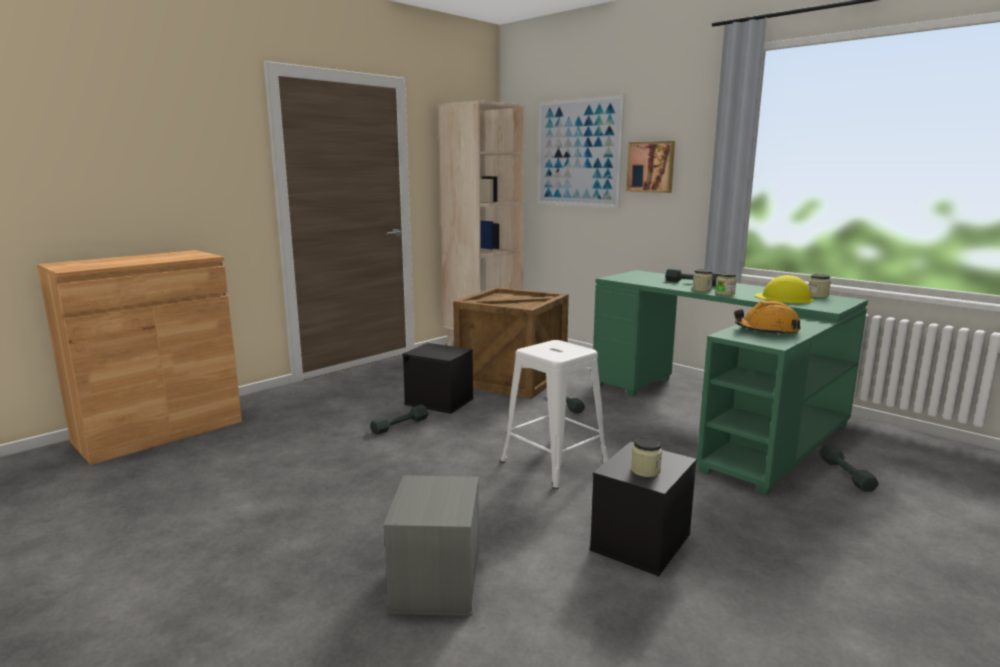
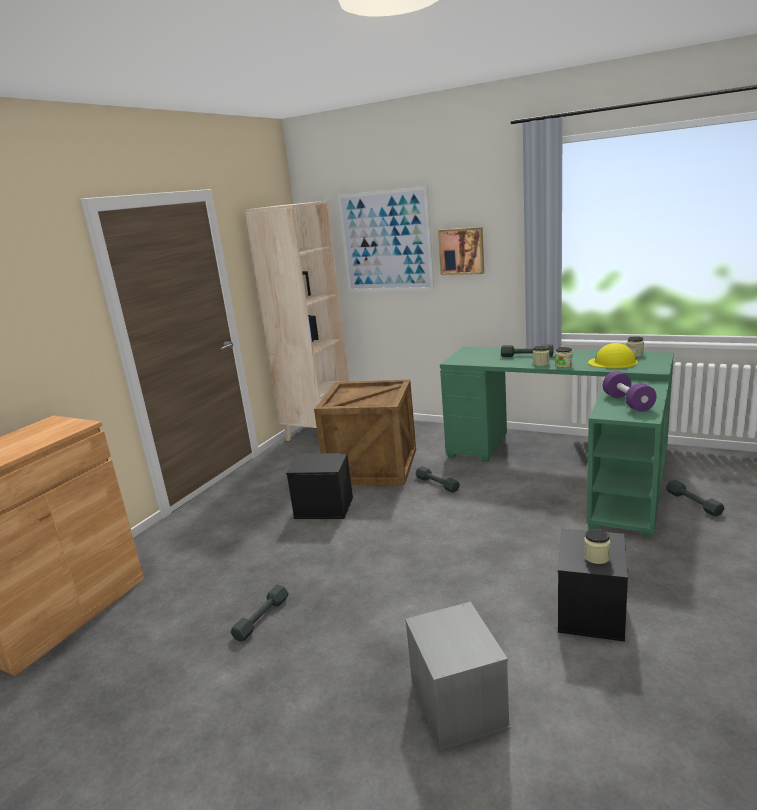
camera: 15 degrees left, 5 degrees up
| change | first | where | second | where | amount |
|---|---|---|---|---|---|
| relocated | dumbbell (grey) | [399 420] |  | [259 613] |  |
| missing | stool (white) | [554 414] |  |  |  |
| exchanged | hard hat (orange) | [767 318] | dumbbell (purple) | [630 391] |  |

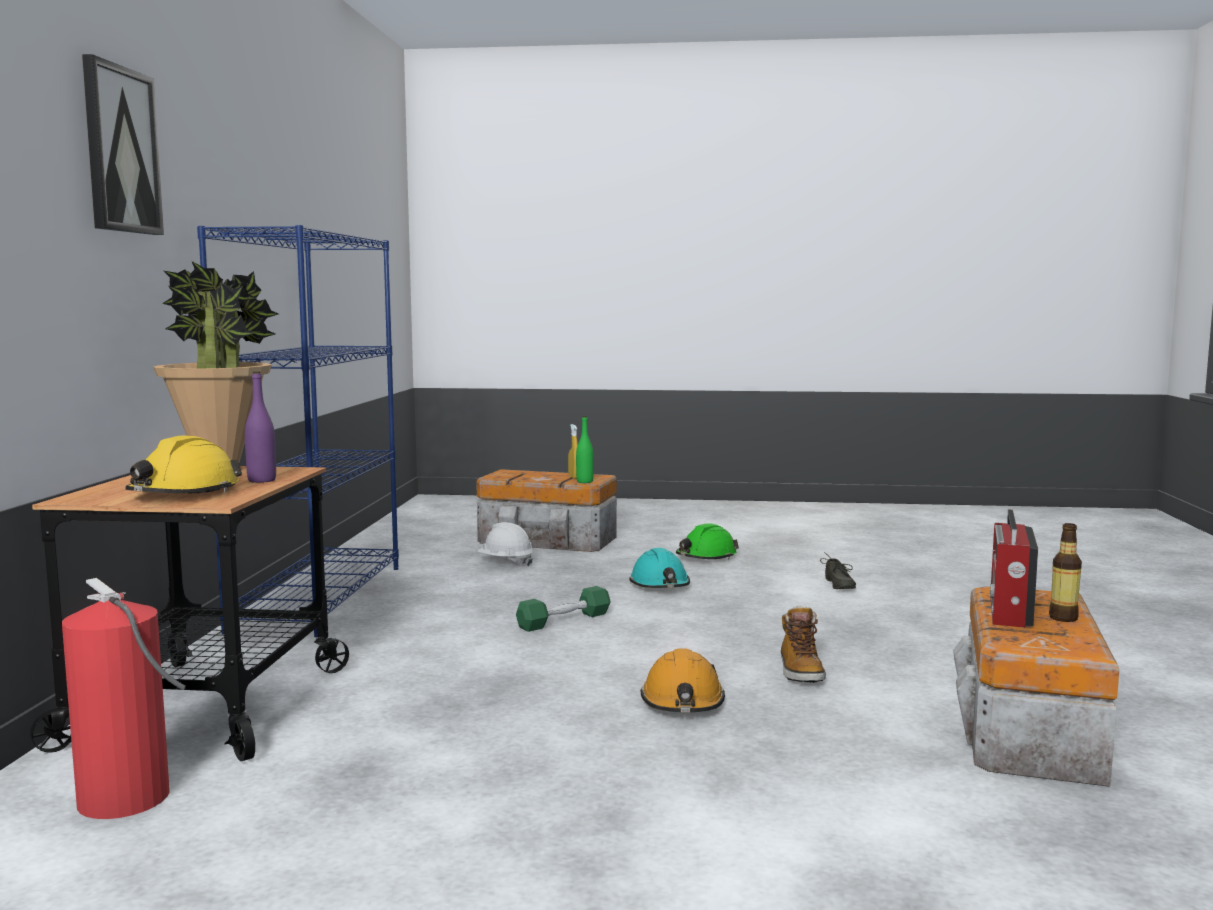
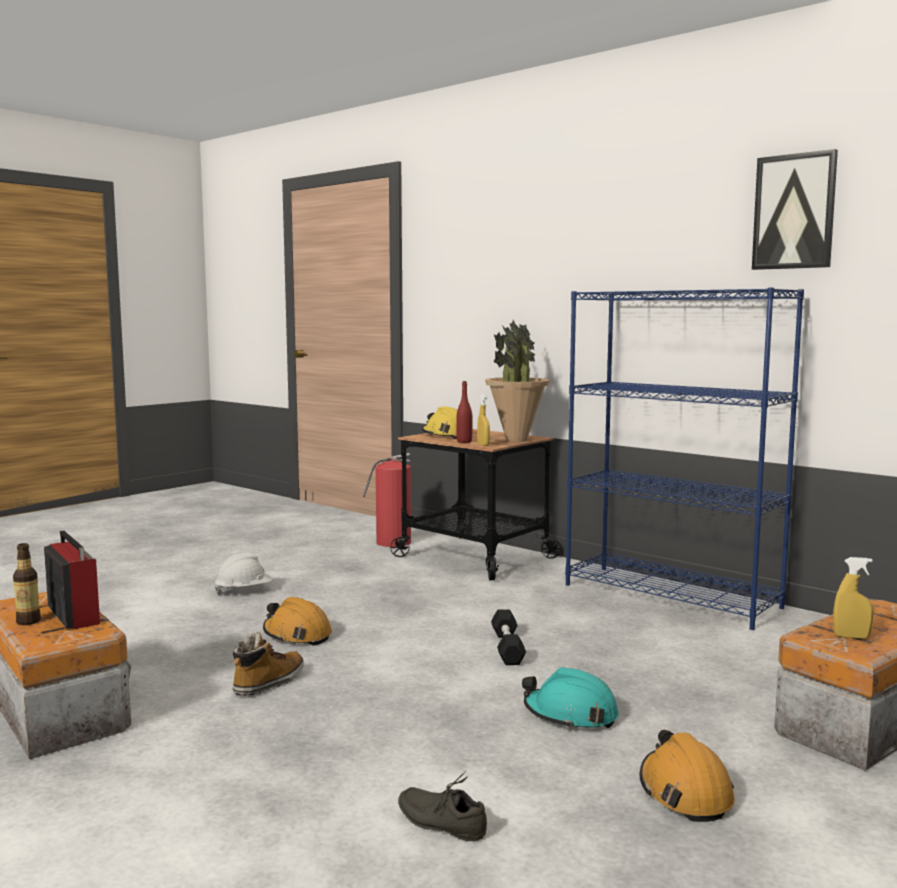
camera: 125 degrees right, 0 degrees up
| change | first | where | second | where | amount |
|---|---|---|---|---|---|
| relocated | picture | [123 144] |  | [795 209] |  |
| colour | bottle (purple) | [260 427] | bottle (red) | [464 412] |  |
| relocated | hard hat (white) | [505 544] |  | [243 574] |  |
| colour | dumbbell (green) | [563 609] | dumbbell (black) | [508 637] |  |
| missing | bottle (green) | [585 449] |  |  |  |
| colour | hard hat (green) | [707 541] | hard hat (orange) | [687 776] |  |
| spun | boot | [803 644] |  | [268 664] | 90 degrees clockwise |
| appeared |  |  | spray bottle (yellow) | [483 420] |  |

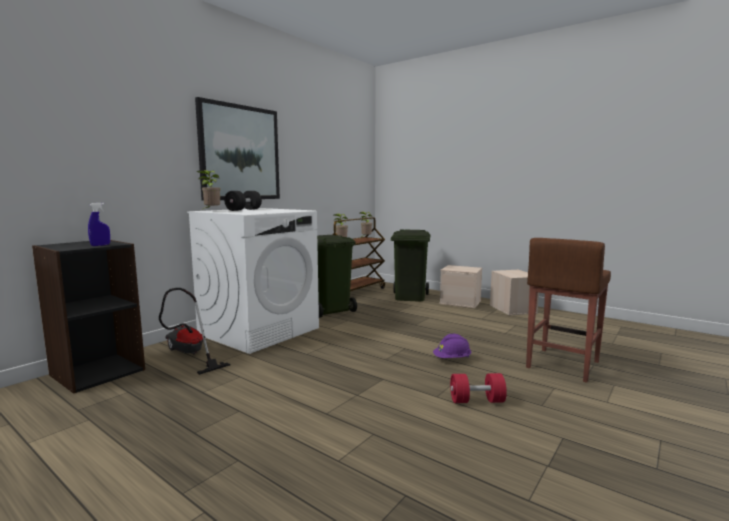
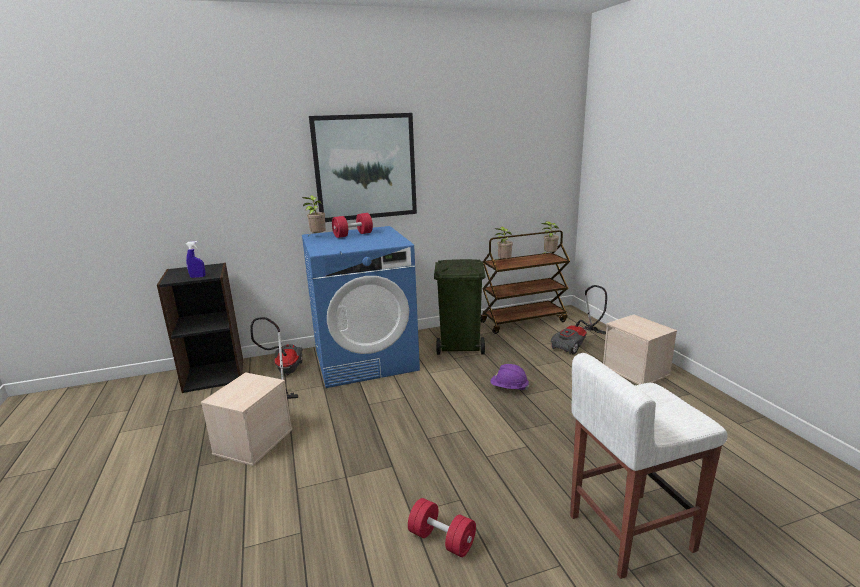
camera: 35 degrees right, 10 degrees up
| change | first | where | second | where | amount |
|---|---|---|---|---|---|
| colour | washing machine (white) | [253 281] | washing machine (blue) | [361 307] |  |
| colour | dumbbell (black) | [243 201] | dumbbell (red) | [352 225] |  |
| exchanged | trash can (green) | [410 265] | vacuum cleaner | [579 320] |  |
| relocated | hard hat (purple) | [452 346] |  | [509 377] |  |
| relocated | storage box (beige) | [514 293] |  | [246 419] |  |
| colour | stool (brown) | [568 310] | stool (white) | [649 466] |  |

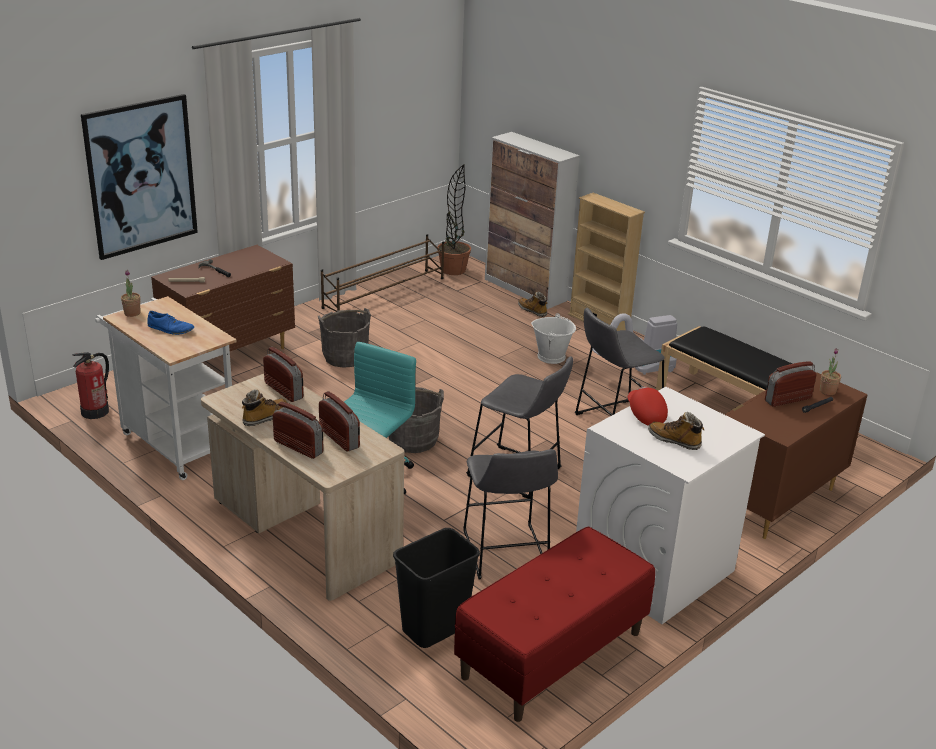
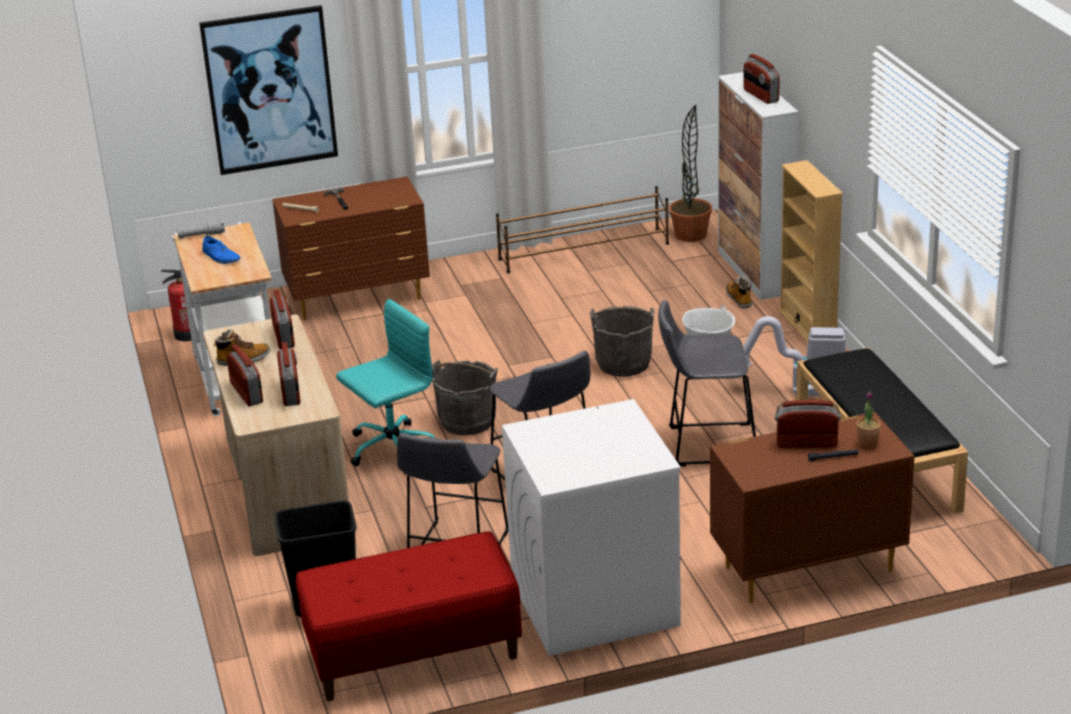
camera: 30 degrees right, 0 degrees up
| change | first | where | second | where | amount |
|---|---|---|---|---|---|
| exchanged | potted plant | [130 293] | flashlight (grey) | [201 229] |  |
| relocated | bucket (grey) | [344 338] |  | [622 341] |  |
| missing | cap (red) | [647 406] |  |  |  |
| missing | boot | [676 431] |  |  |  |
| appeared |  |  | radio | [761 79] |  |

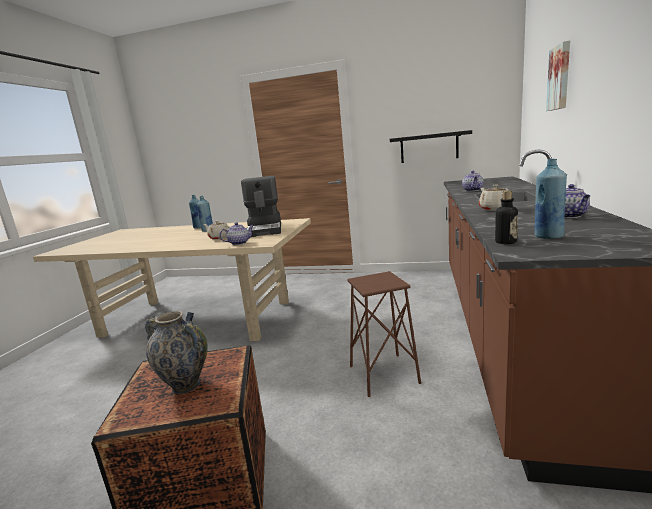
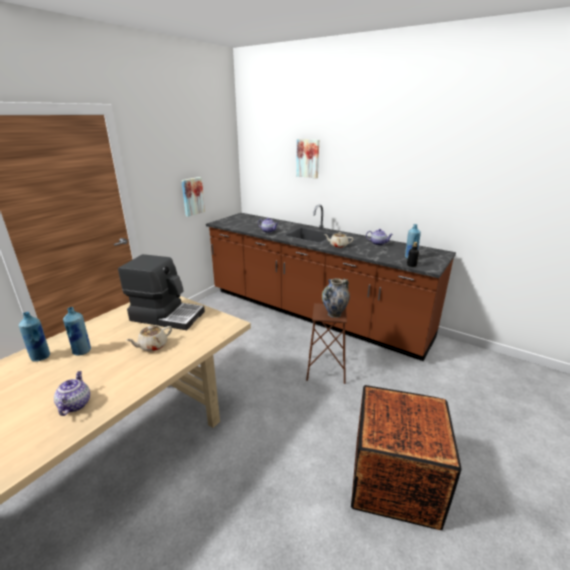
camera: 70 degrees left, 10 degrees up
| change | first | where | second | where | amount |
|---|---|---|---|---|---|
| relocated | vase | [176 352] |  | [336 298] |  |
| relocated | teapot | [236 233] |  | [72 393] |  |
| exchanged | shelf (black) | [431 146] | picture | [193 197] |  |

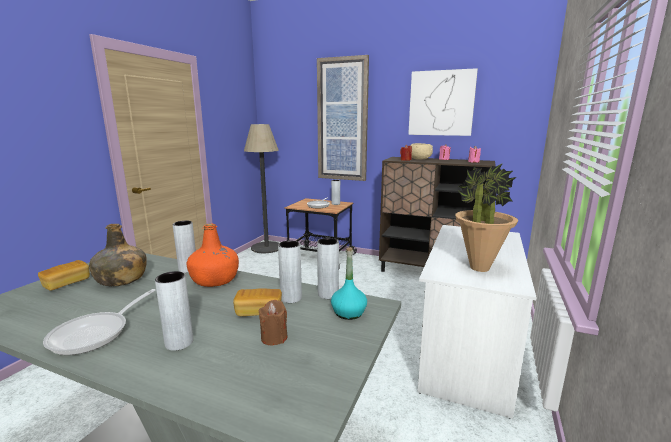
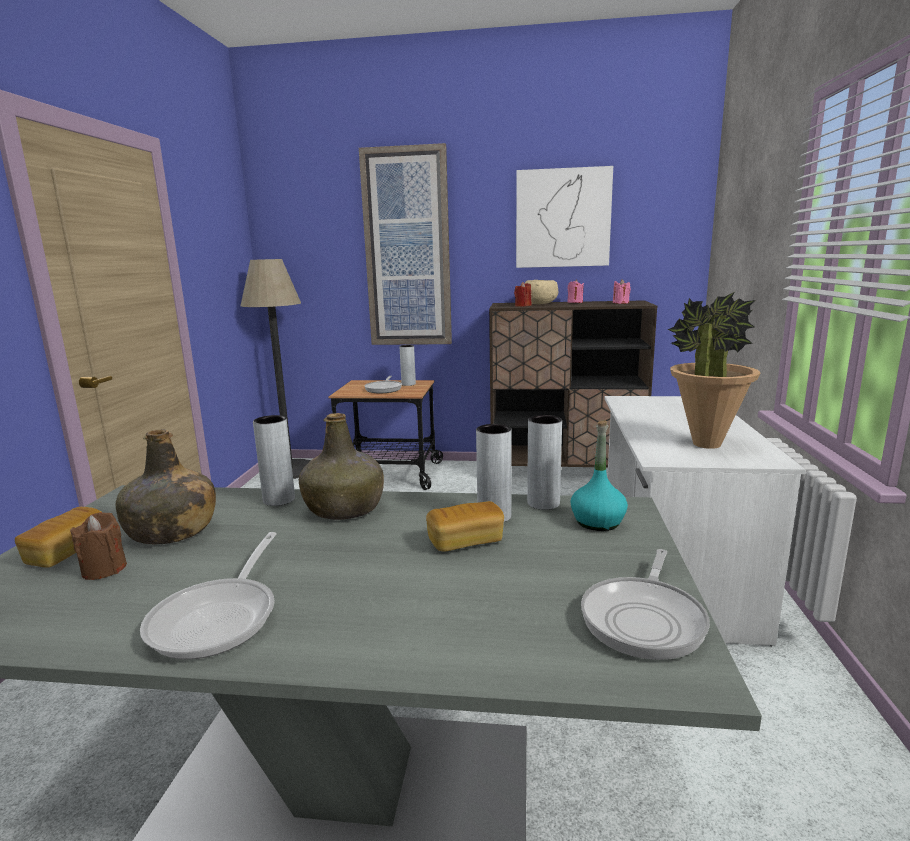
camera: 15 degrees left, 0 degrees up
| change | first | where | second | where | amount |
|---|---|---|---|---|---|
| missing | vase (grey) | [174 311] |  |  |  |
| colour | bottle (orange) | [213 255] | bottle (green) | [341 466] |  |
| relocated | candle (brown) | [273 322] |  | [98 546] |  |
| appeared |  |  | frying pan | [645 604] |  |

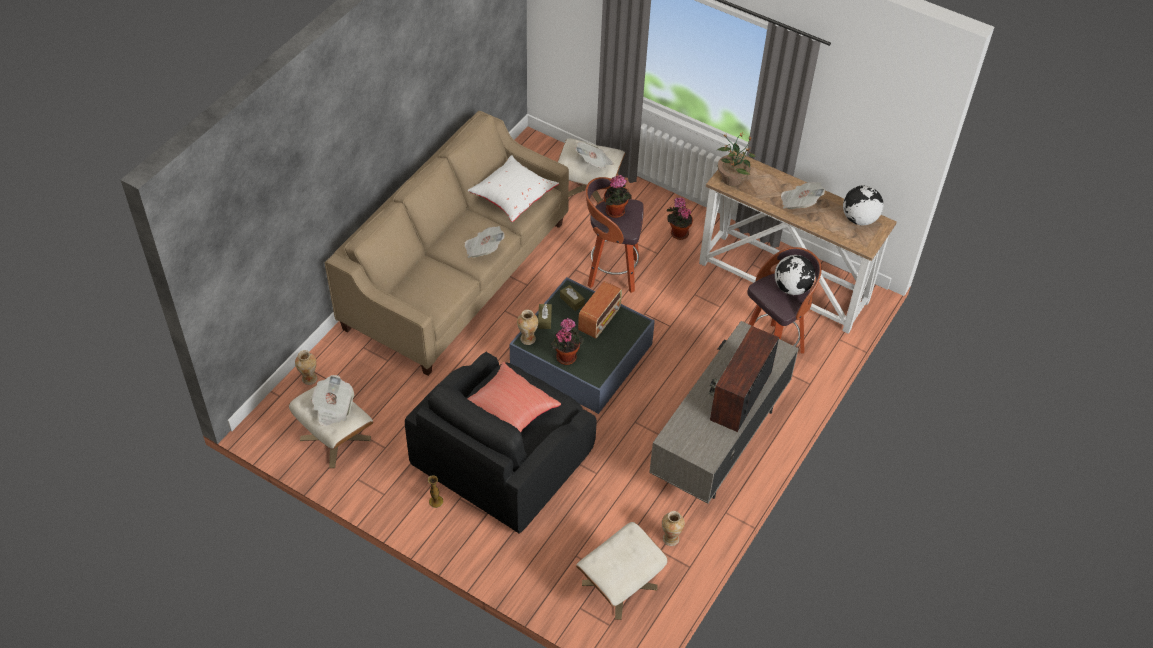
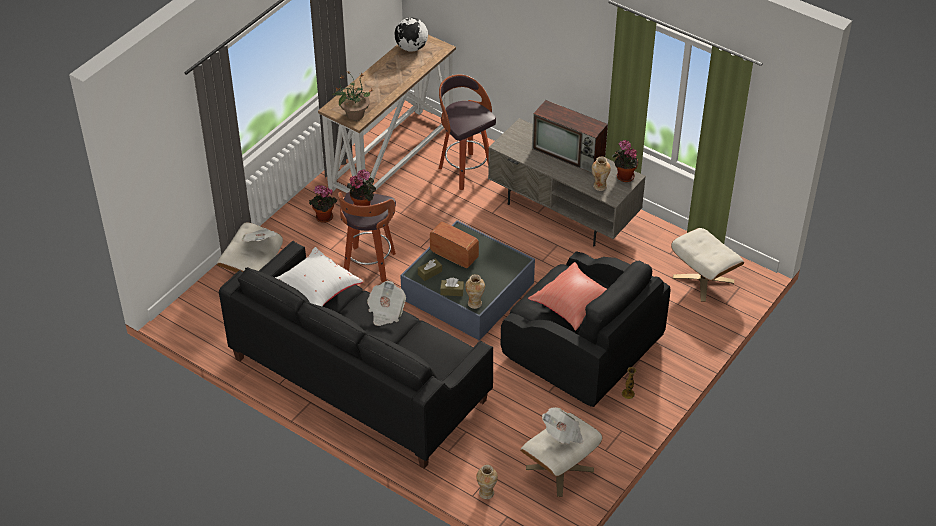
camera: 85 degrees left, 5 degrees down
| change | first | where | second | where | amount |
|---|---|---|---|---|---|
| colour | sofa (beige) | [447 243] | sofa (black) | [356 355] |  |
| relocated | potted plant | [567 341] |  | [625 161] |  |
| relocated | vase | [673 528] |  | [601 174] |  |
| missing | globe | [795 275] |  |  |  |
| missing | newspaper | [803 195] |  |  |  |

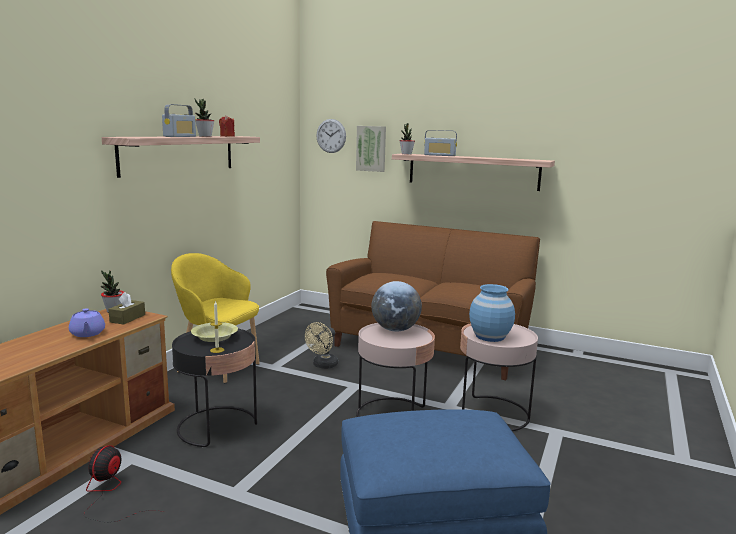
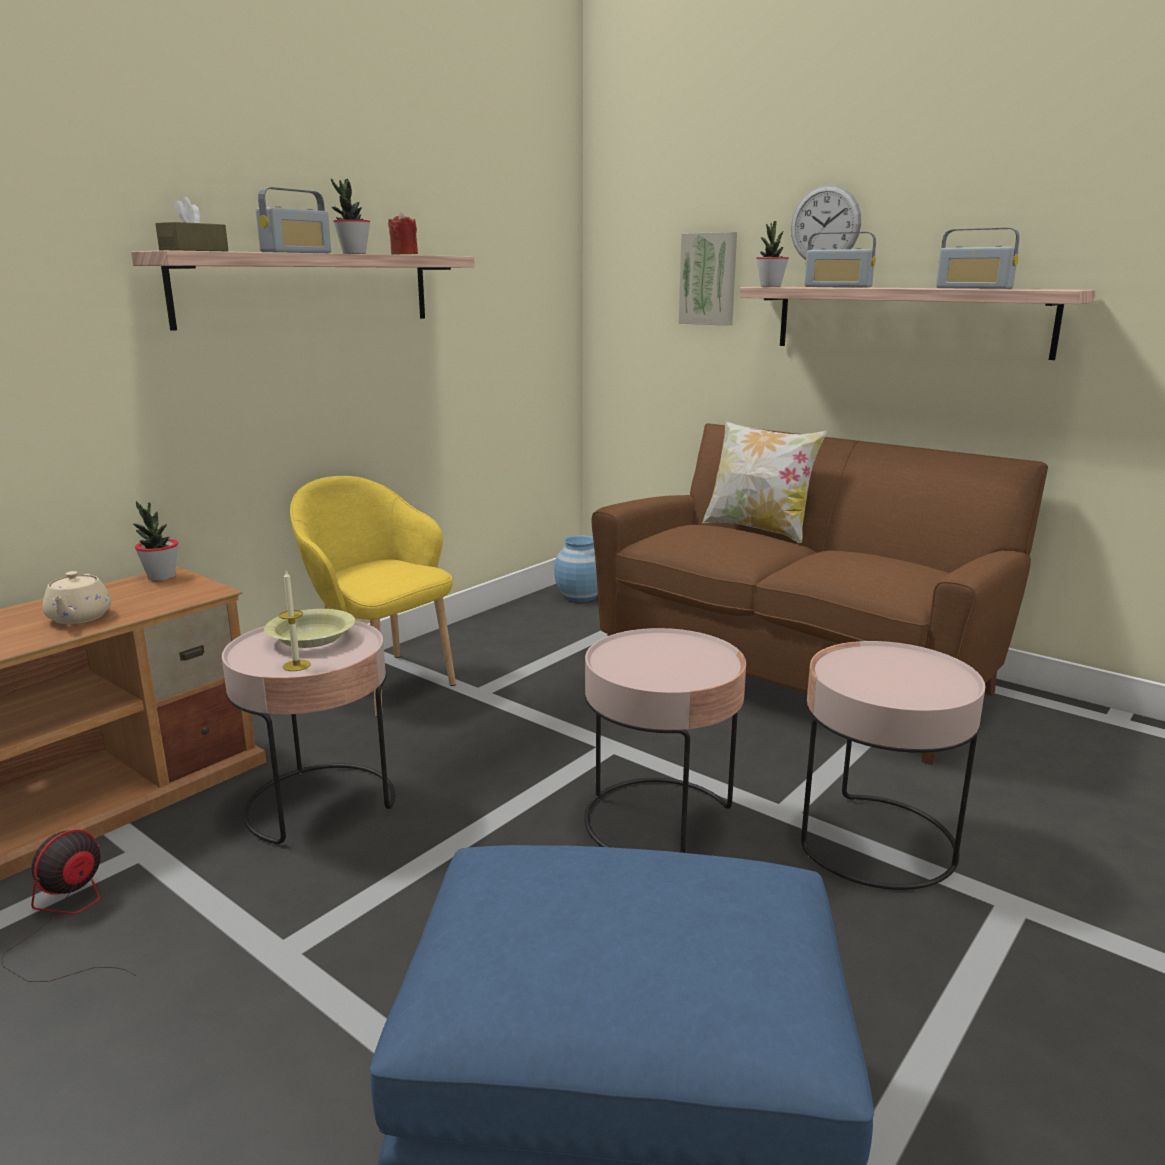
camera: 15 degrees right, 5 degrees up
| change | first | where | second | where | amount |
|---|---|---|---|---|---|
| colour | teapot (purple) | [87 322] | teapot (beige) | [77 597] |  |
| relocated | tissue box (brown) | [126 308] |  | [192 224] |  |
| colour | side table (black) | [214 388] | side table (pink) | [309 732] |  |
| missing | fan (beige) | [321 345] |  |  |  |
| relocated | wall clock | [331 136] |  | [826 222] |  |
| missing | globe | [396 306] |  |  |  |
| relocated | vase (blue) | [492 313] |  | [576 568] |  |
| appeared |  |  | pillow | [764 482] |  |
| appeared |  |  | radio | [978 258] |  |

